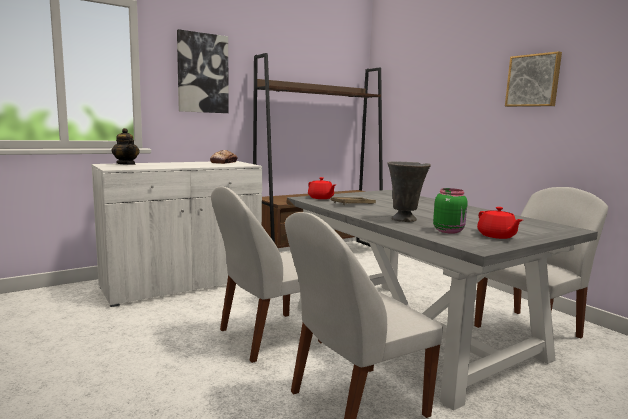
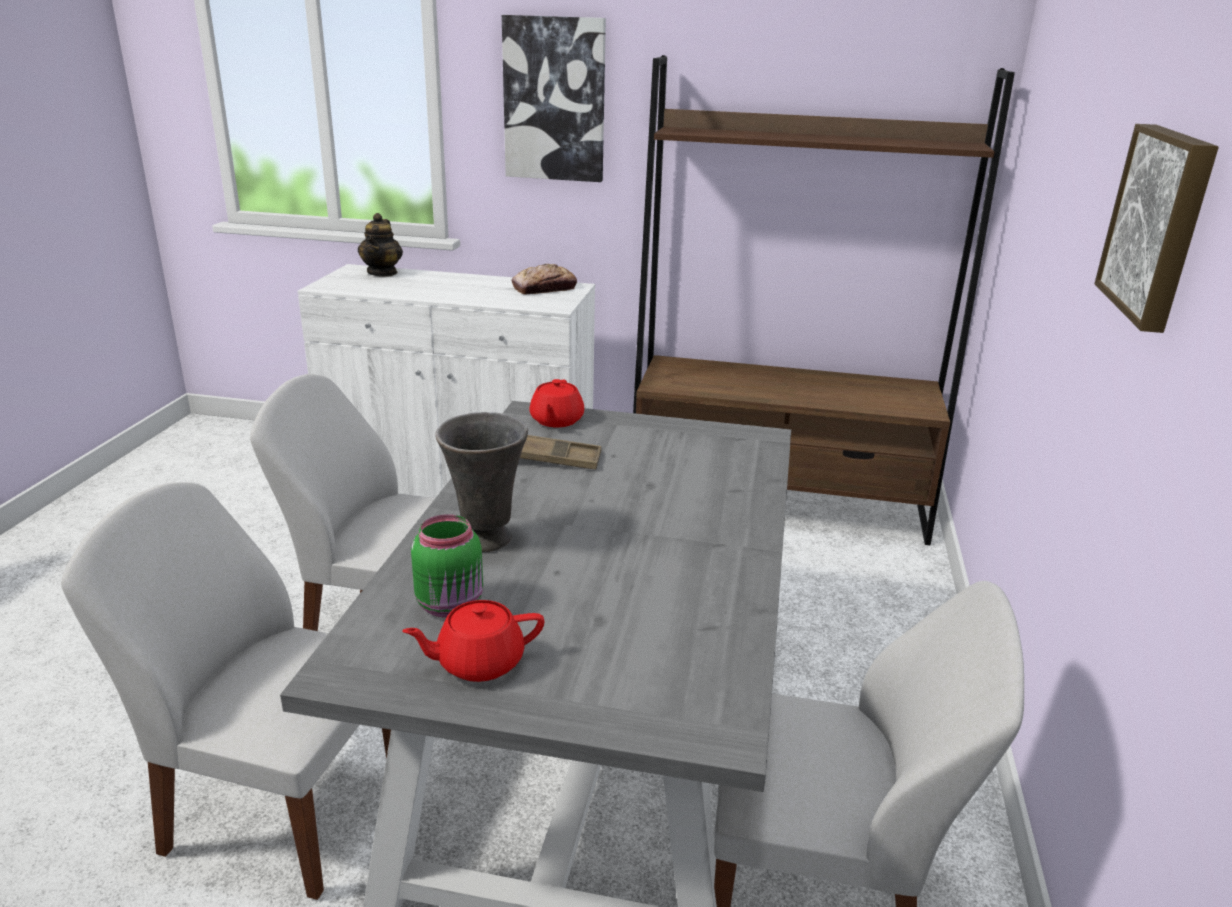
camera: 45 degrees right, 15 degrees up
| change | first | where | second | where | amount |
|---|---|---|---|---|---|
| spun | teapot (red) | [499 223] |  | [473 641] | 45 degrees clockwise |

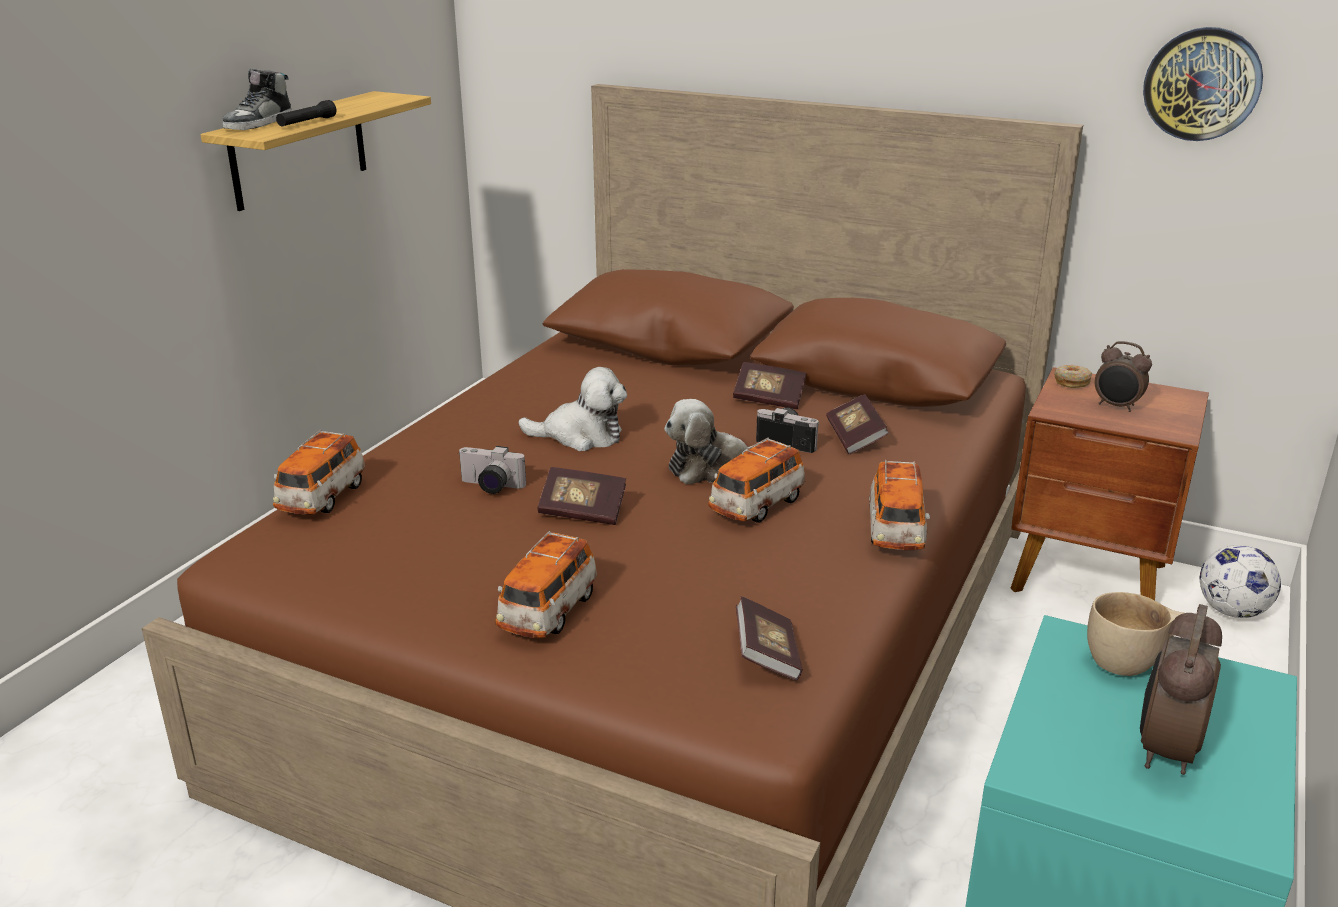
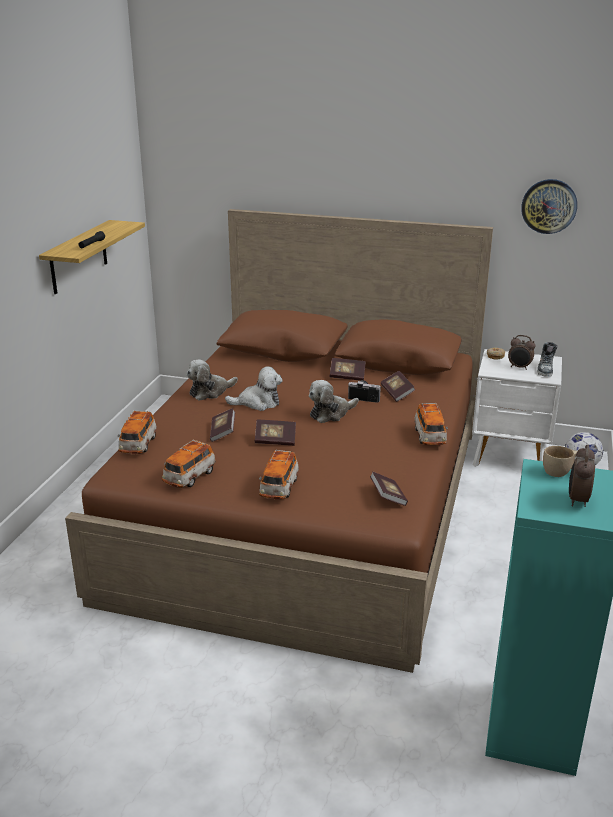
camera: 10 degrees left, 0 degrees up
| change | first | where | second | where | amount |
|---|---|---|---|---|---|
| relocated | shoe | [257 99] |  | [547 359] |  |
| exchanged | photo camera | [492 470] | book | [222 425] |  |
| relocated | toy car | [757 480] |  | [189 463] |  |
| colour | nightstand (brown) | [1110 483] | nightstand (white) | [517 408] |  |
| appeared |  |  | plush toy | [212 380] |  |

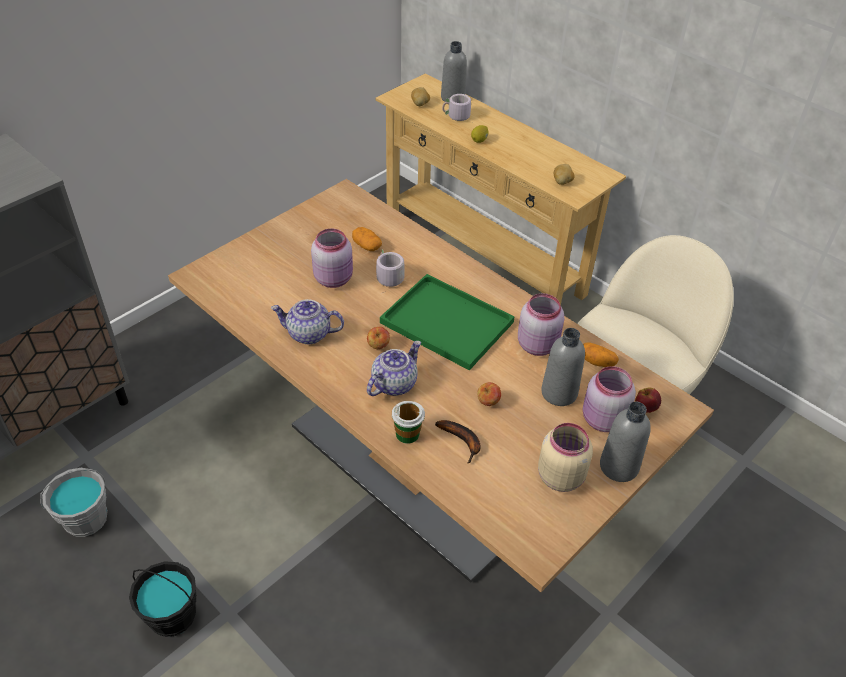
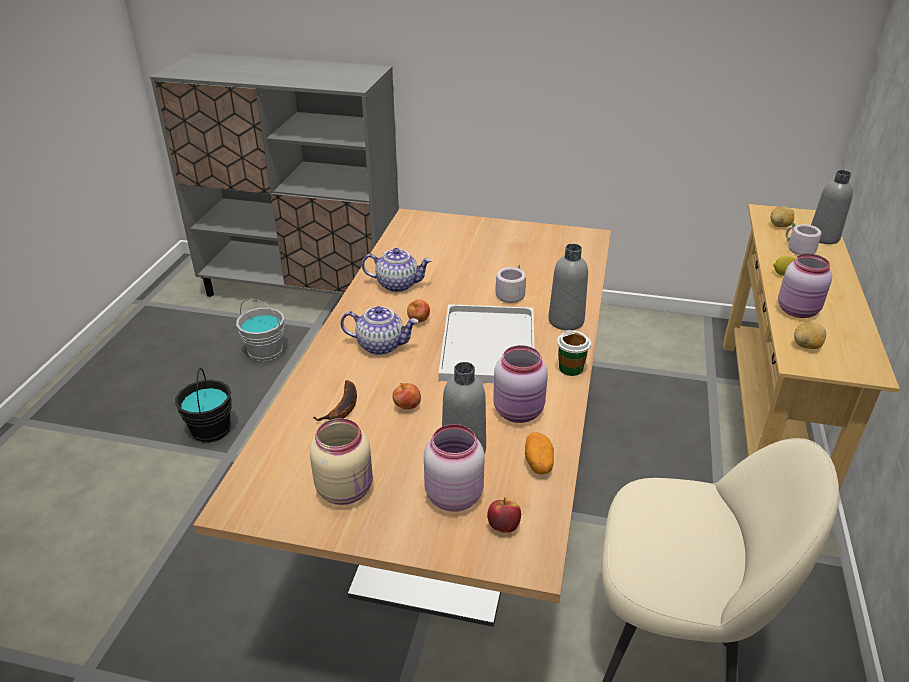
camera: 60 degrees right, 10 degrees down
| change | first | where | second | where | amount |
|---|---|---|---|---|---|
| spun | teapot | [307 321] |  | [397 270] | 120 degrees clockwise |
| relocated | jar (pink) | [332 258] |  | [805 286] |  |
| missing | potato | [367 239] |  |  |  |
| colour | tray (green) | [447 322] | tray (white) | [486 343] |  |
| relocated | cup | [408 422] |  | [574 353] |  |
| relocated | bottle (grey) | [625 442] |  | [568 287] |  |

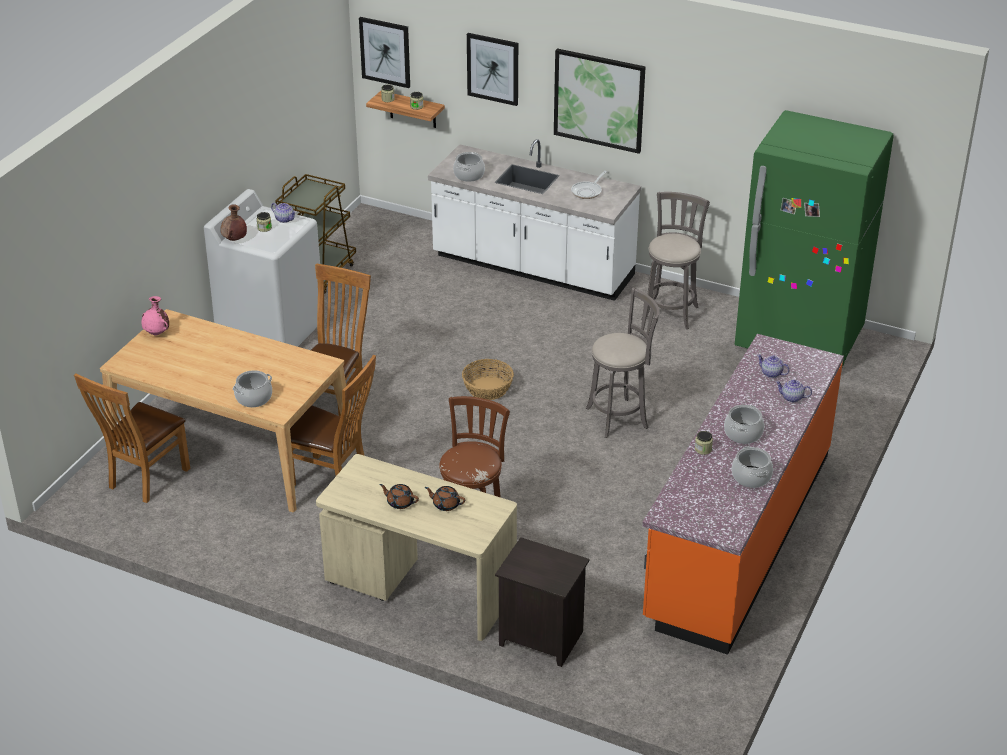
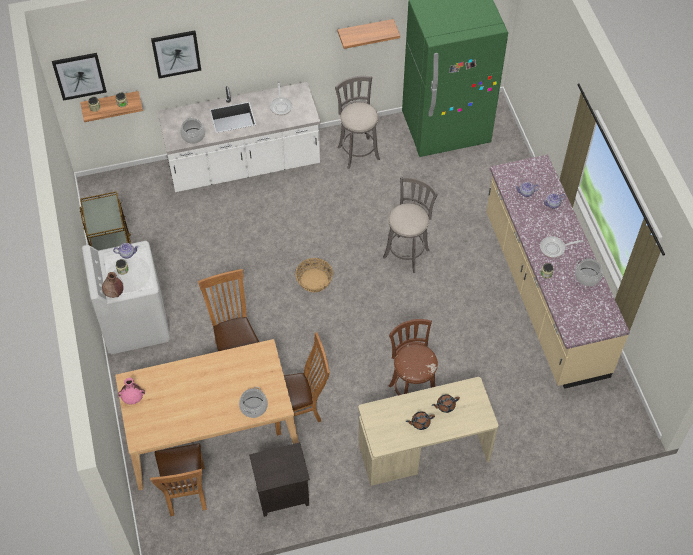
camera: 40 degrees left, 20 degrees up
| change | first | where | second | where | amount |
|---|---|---|---|---|---|
| relocated | nightstand (black) | [542 602] |  | [279 479] |  |
| missing | picture | [600 101] |  |  |  |
| colour | counter (orange) | [743 494] | counter (beige) | [558 272] |  |
| exchanged | cooking pot | [744 424] | frying pan | [561 247] |  |
| appeared |  |  | shelf | [369 34] |  |

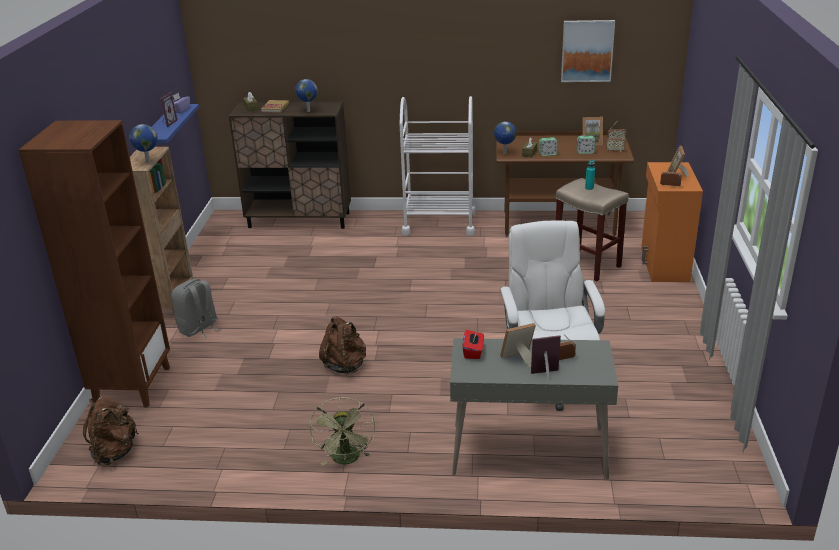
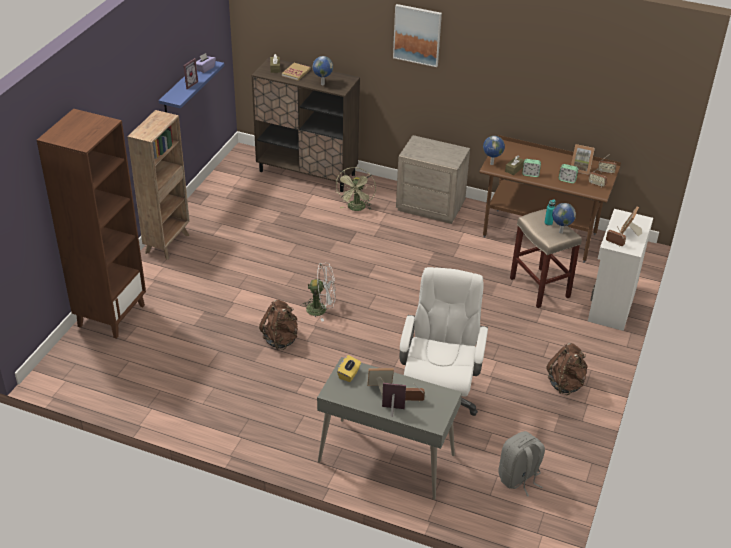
camera: 15 degrees right, 10 degrees up
| change | first | where | second | where | amount |
|---|---|---|---|---|---|
| relocated | backpack (brown) | [110 431] |  | [567 369] |  |
| relocated | globe | [143 143] |  | [564 218] |  |
| relocated | backpack (grey) | [196 308] |  | [521 464] |  |
| relocated | fan (green) | [342 431] |  | [356 189] |  |
| exchanged | cart (white) | [437 166] | nightstand (beige) | [433 179] |  |
| colour | tissue box (red) | [473 344] | tissue box (yellow) | [349 368] |  |
| relocated | picture | [588 51] |  | [417 35] |  |
| colour | cabinet (orange) | [672 222] | cabinet (white) | [620 270] |  |
| appeared |  |  | fan (white) | [318 292] |  |

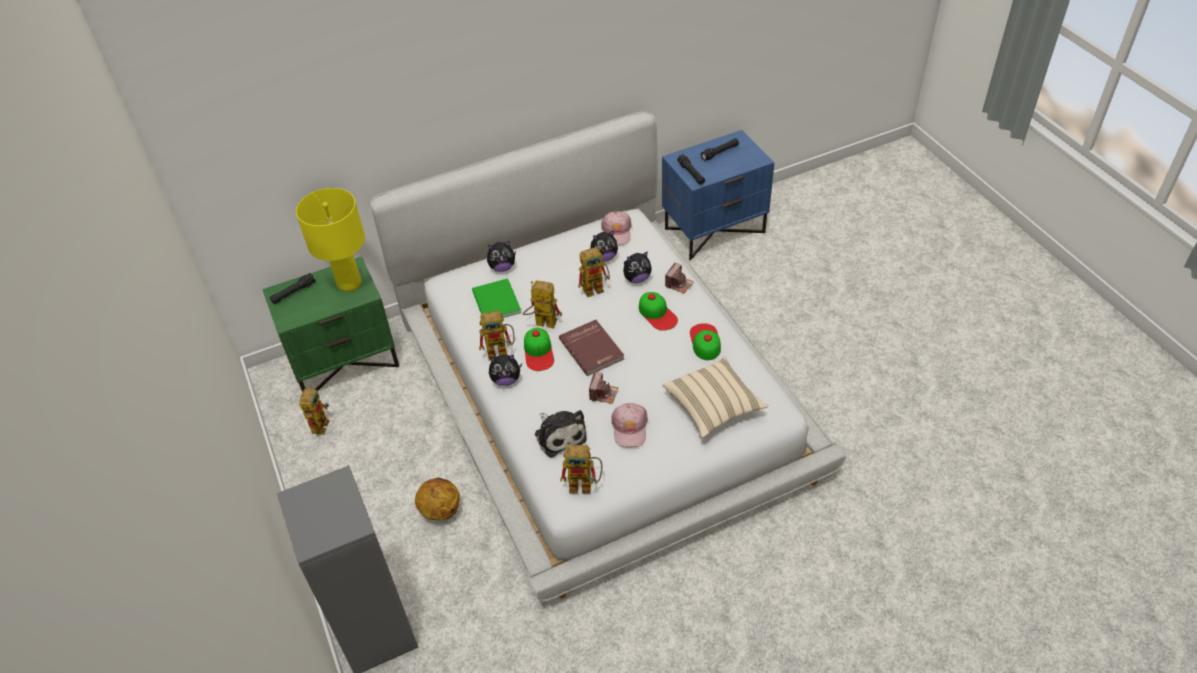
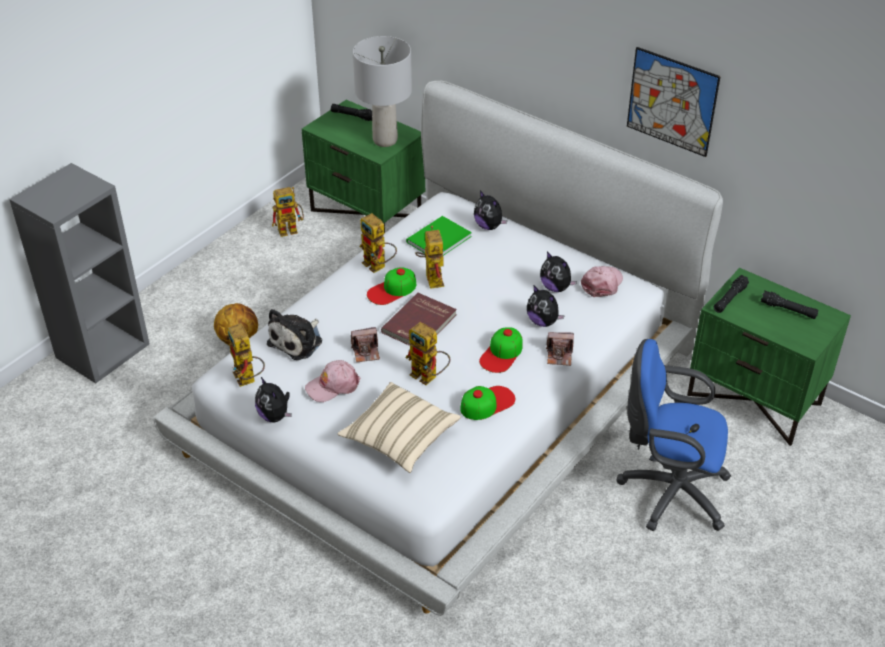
camera: 60 degrees right, 5 degrees down
| change | first | where | second | where | amount |
|---|---|---|---|---|---|
| colour | table lamp (yellow) | [330 240] | table lamp (grey) | [382 91] |  |
| relocated | plush toy | [505 370] |  | [273 399] |  |
| relocated | toy robot | [594 272] |  | [428 353] |  |
| spun | cap (pink) | [616 228] |  | [602 281] | 150 degrees clockwise |
| colour | nightstand (blue) | [718 195] | nightstand (green) | [769 357] |  |
| appeared |  |  | office chair (blue) | [673 435] |  |
| appeared |  |  | picture | [674 102] |  |

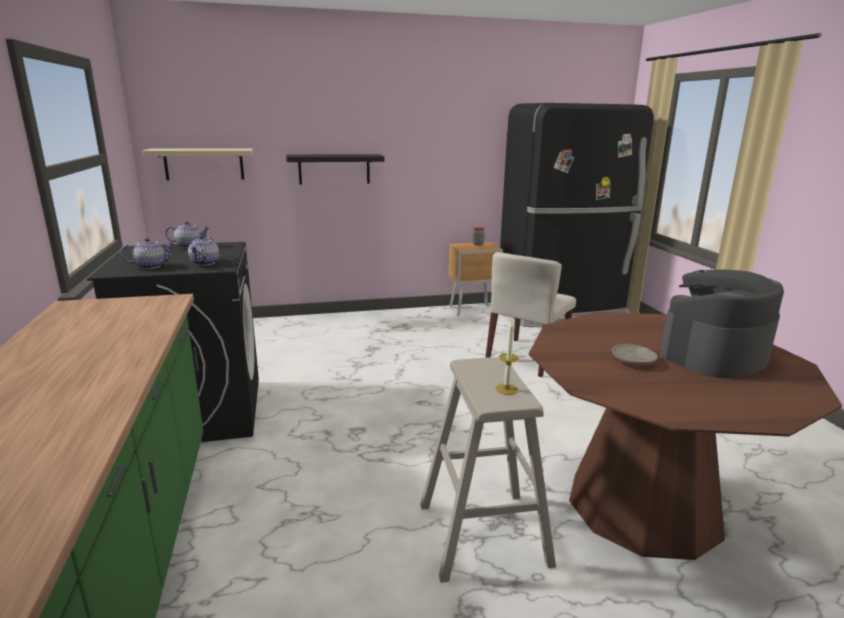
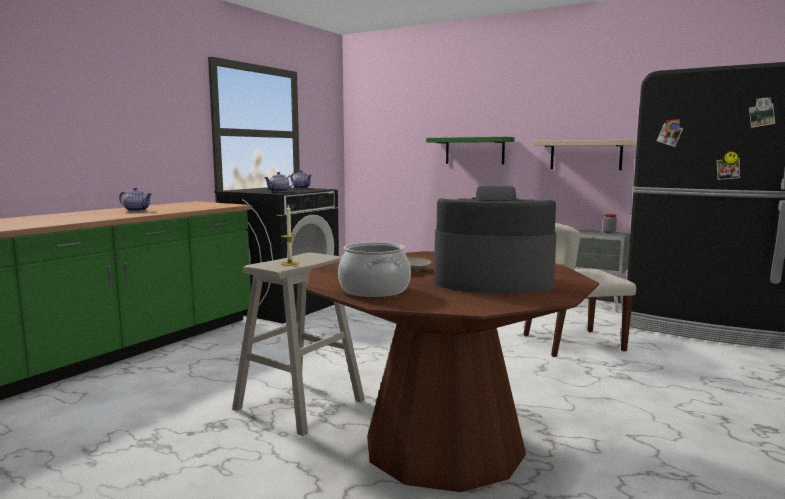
camera: 45 degrees right, 10 degrees down
| change | first | where | second | where | amount |
|---|---|---|---|---|---|
| relocated | teapot | [148 253] |  | [135 199] |  |
| relocated | shelf (beige) | [198 164] |  | [584 155] |  |
| colour | shelf (black) | [335 169] | shelf (green) | [470 150] |  |
| colour | nightstand (brown) | [476 279] | nightstand (grey) | [602 271] |  |
| appeared |  |  | cooking pot | [374 269] |  |

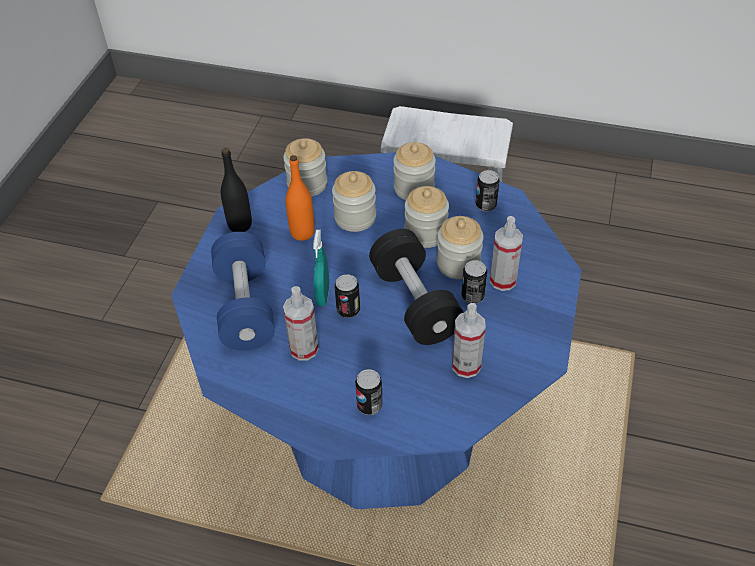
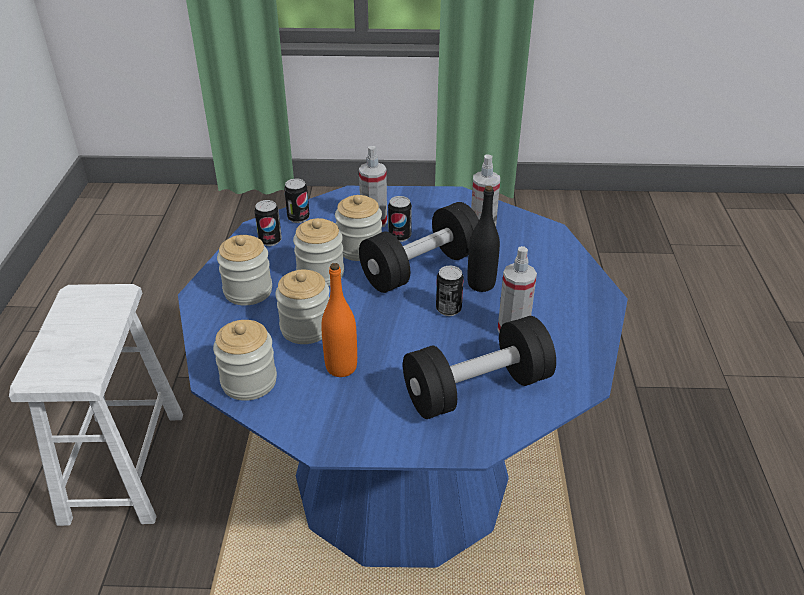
camera: 105 degrees left, 10 degrees down
| change | first | where | second | where | amount |
|---|---|---|---|---|---|
| colour | dumbbell (blue) | [243 291] | dumbbell (black) | [479 367] |  |
| relocated | bottle (black) | [236 190] |  | [483 239] |  |
| missing | spray bottle (turquoise) | [321 268] |  |  |  |
| relocated | can | [369 392] |  | [297 201] |  |

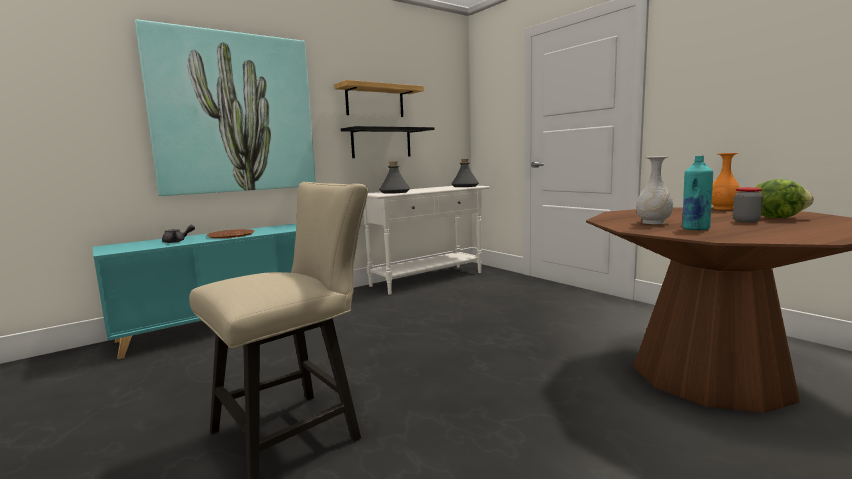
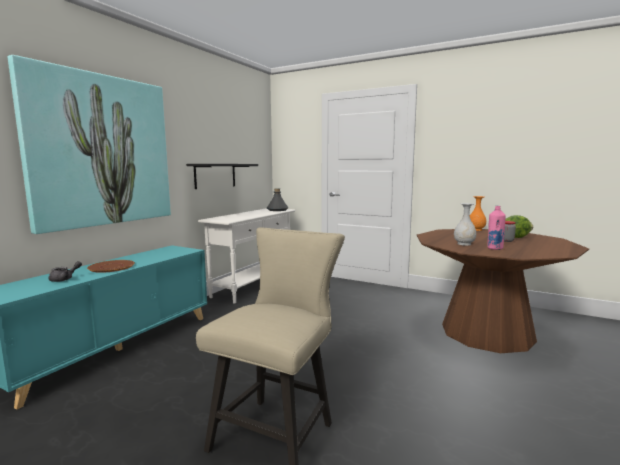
camera: 25 degrees left, 0 degrees up
| change | first | where | second | where | amount |
|---|---|---|---|---|---|
| missing | shelf | [379 98] |  |  |  |
| missing | bottle (grey) | [394 178] |  |  |  |
| colour | bottle (turquoise) | [697 193] | bottle (pink) | [496 228] |  |

